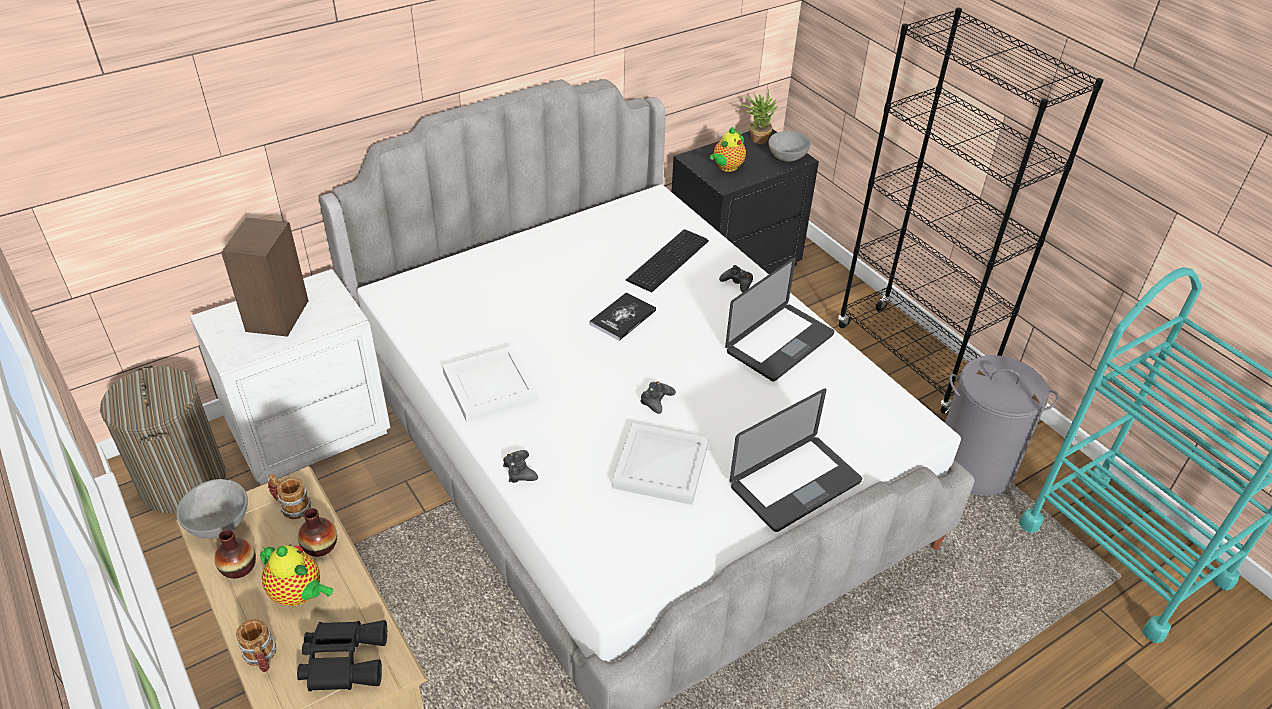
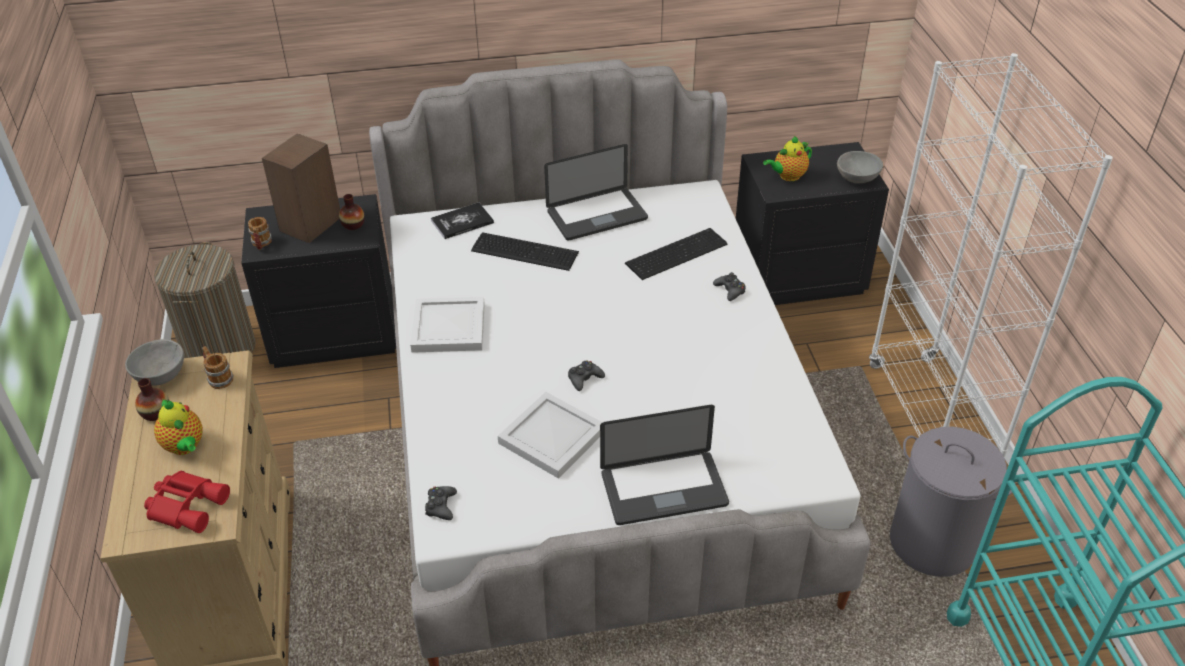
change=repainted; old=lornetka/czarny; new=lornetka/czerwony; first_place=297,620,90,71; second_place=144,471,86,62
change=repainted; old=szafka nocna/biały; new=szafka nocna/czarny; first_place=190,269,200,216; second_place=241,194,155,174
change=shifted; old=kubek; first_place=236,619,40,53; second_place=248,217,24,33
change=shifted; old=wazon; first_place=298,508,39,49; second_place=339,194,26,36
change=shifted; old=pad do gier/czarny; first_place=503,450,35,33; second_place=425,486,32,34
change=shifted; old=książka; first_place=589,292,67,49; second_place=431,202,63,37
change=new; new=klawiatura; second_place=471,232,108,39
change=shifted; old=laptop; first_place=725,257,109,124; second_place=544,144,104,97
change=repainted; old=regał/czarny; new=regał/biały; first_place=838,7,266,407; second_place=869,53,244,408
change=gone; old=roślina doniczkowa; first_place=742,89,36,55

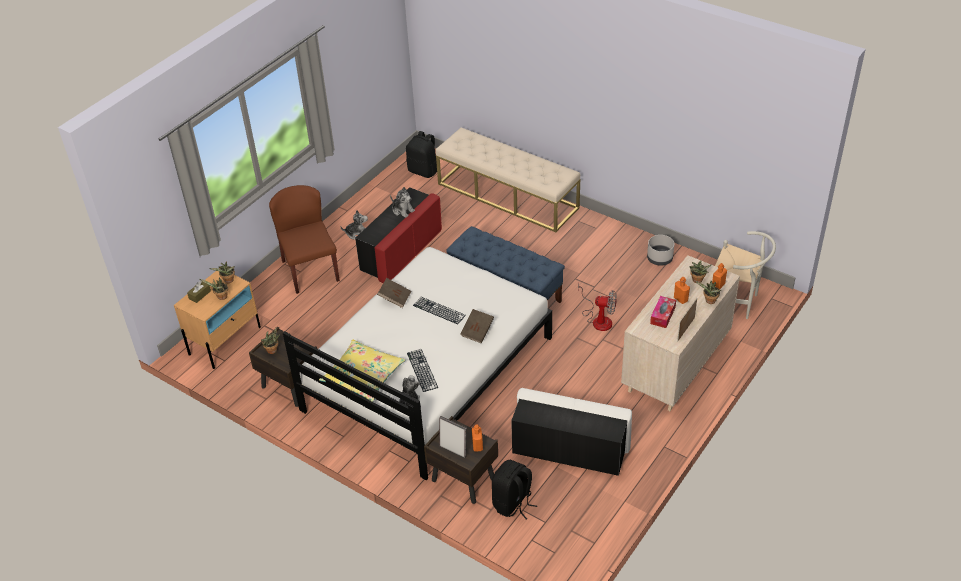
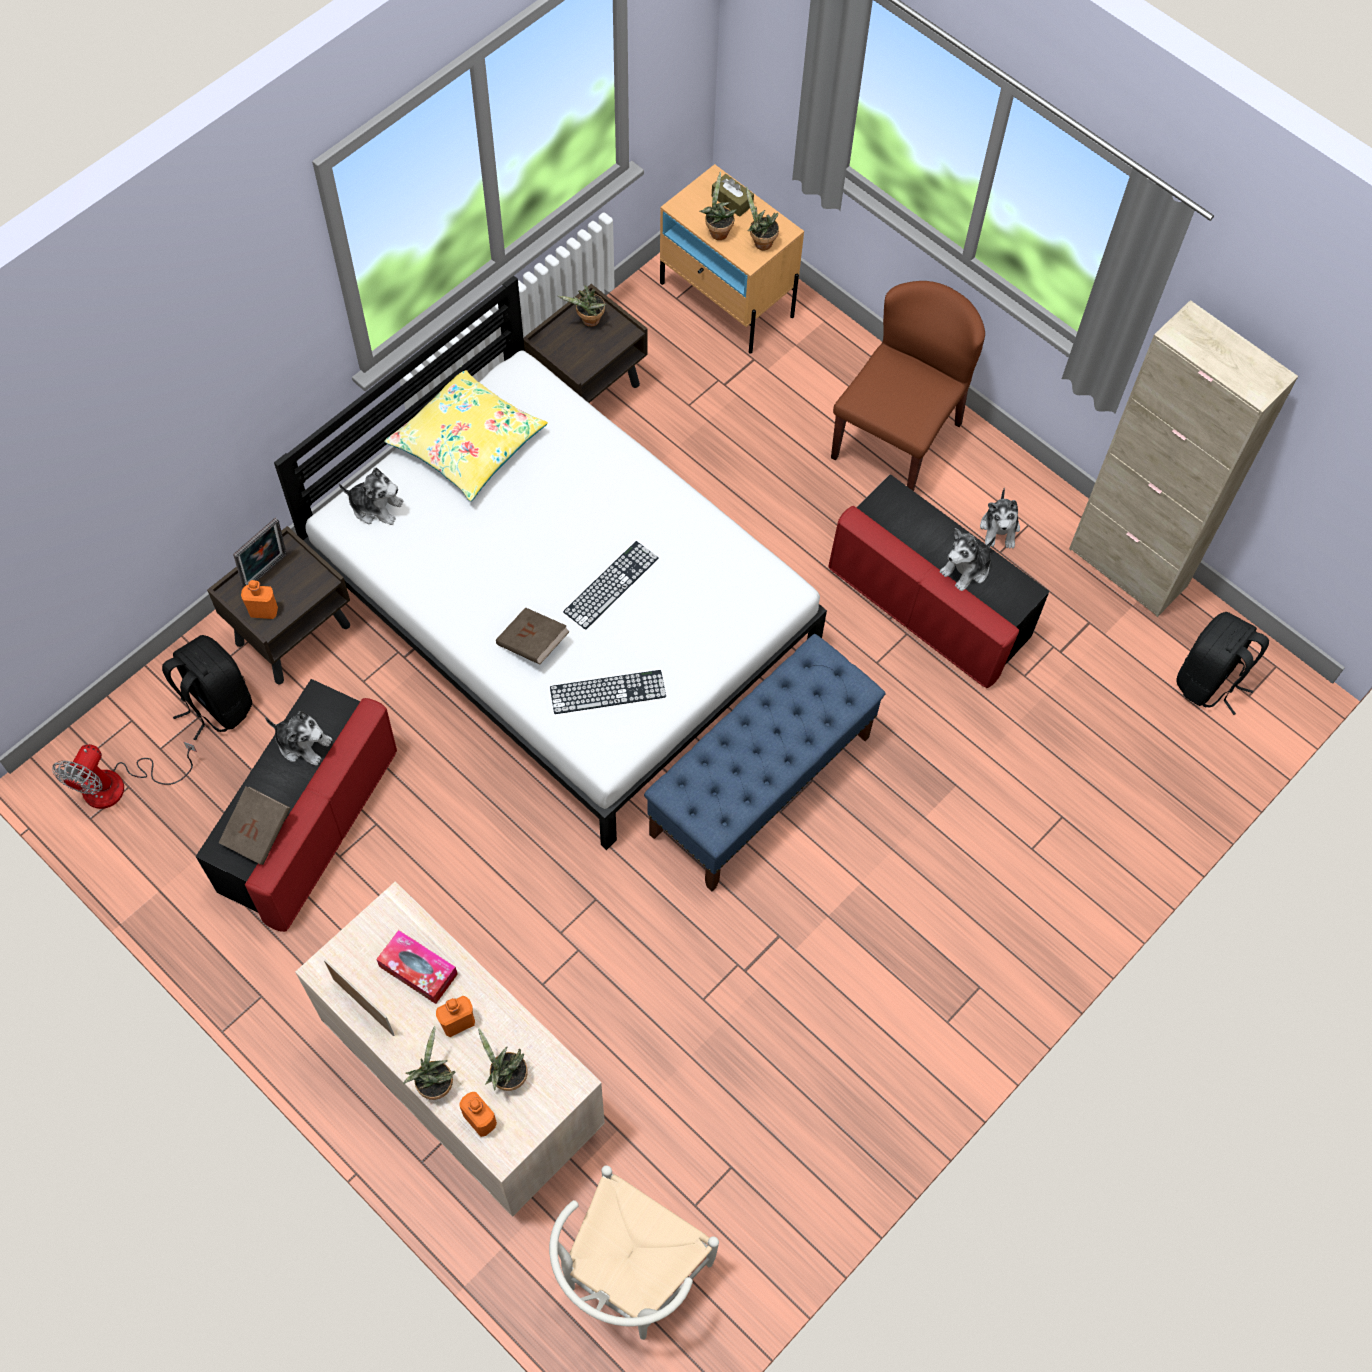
change=shifted; old=wentylator; first_place=578,284,39,47; second_place=52,741,145,68
change=repainted; old=pufa/biały; new=pufa/czerwony; first_place=511,388,121,88; second_place=196,679,201,253
change=shifted; old=książka/brązowy; first_place=377,278,34,30; second_place=218,786,73,79
change=new; new=pluszak; second_place=265,711,68,55
change=shifted; old=klawiatura; first_place=407,349,31,43; second_place=550,670,116,44
change=rotated; old=krzesło/brązowy; first_place=269,185,71,109; second_place=831,281,154,210; degrees=-45
change=new; new=szafka/beżowy; second_place=1069,300,229,317
change=gone; old=ławka/beżowy; first_place=436,127,144,105
change=gone; old=donica/szary; first_place=647,235,27,31

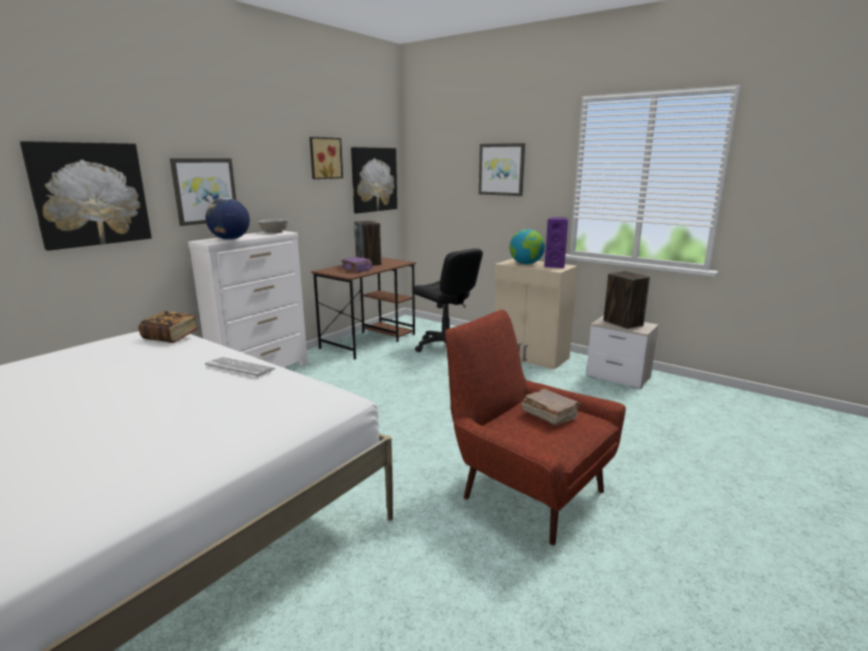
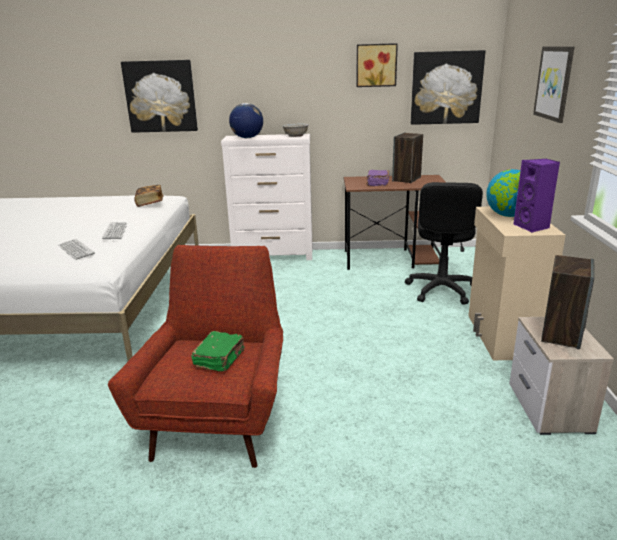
change=new; new=klawiatura; second_place=58,239,37,21
change=repainted; old=książka/brązowy; new=książka/zielony; first_place=522,389,58,37; second_place=191,331,54,41
change=gone; old=obraz; first_place=170,158,66,68

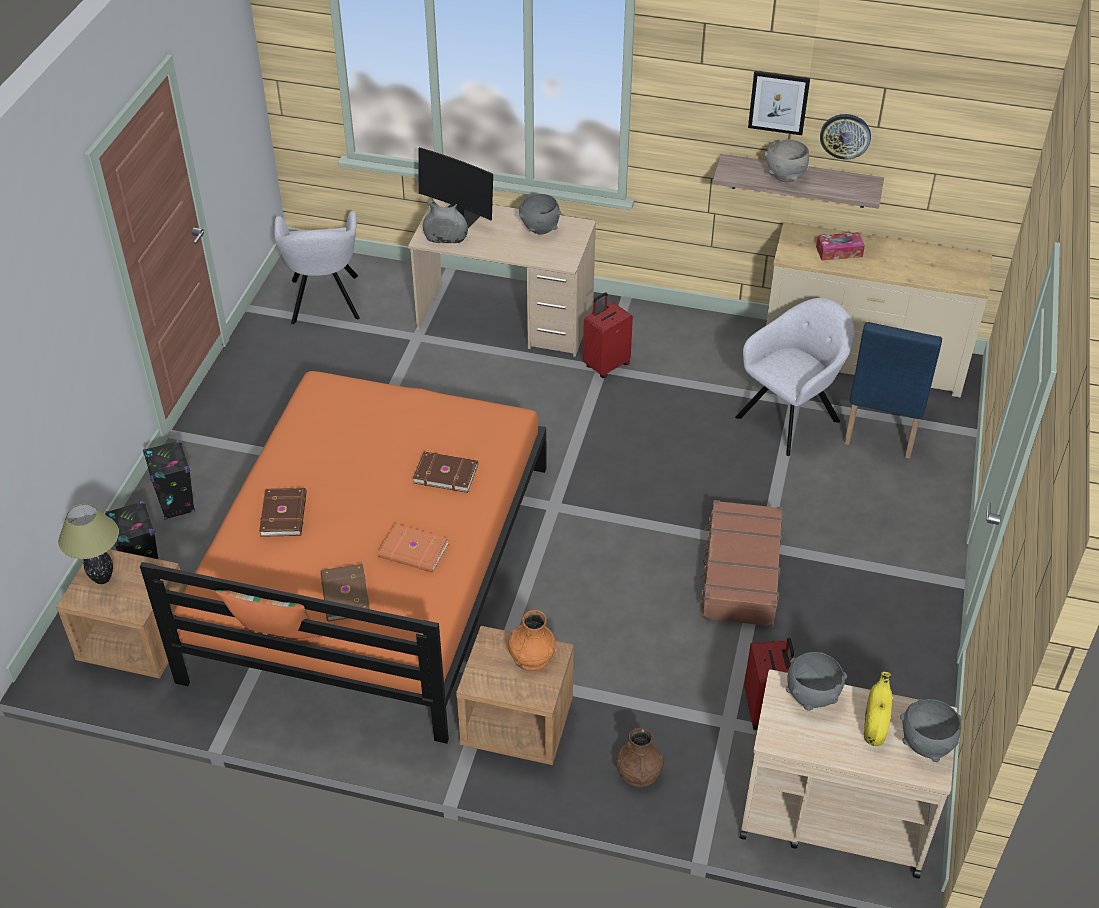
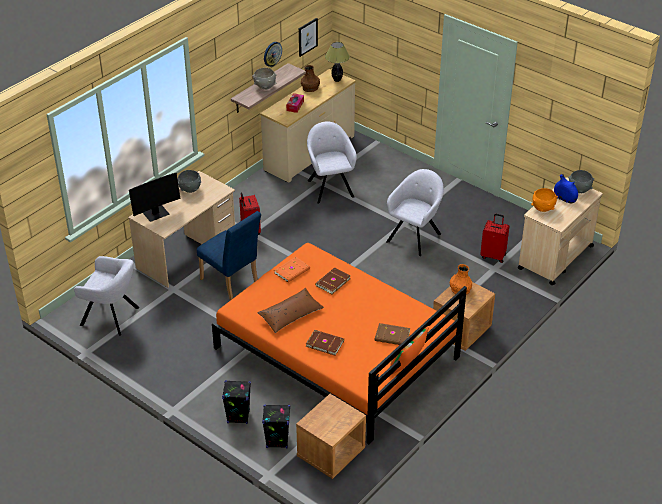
change=shifted; old=krzesło/niebieski; first_place=844,322,98,137; second_place=197,211,64,89
change=new; new=poduszka/brązowy; second_place=257,288,67,45
change=shifted; old=książka/pomarańczowy; first_place=378,524,71,49; second_place=274,257,36,26
change=shifted; old=obraz; first_place=748,71,62,64; second_place=299,18,19,39
change=shifted; old=wazon/brązowy; first_place=616,728,48,60; second_place=301,65,19,27
change=shifted; old=lampa stołowa; first_place=58,504,61,80; second_place=325,42,25,40
change=swapped; old=walizka/brązowy; new=fotel/szary; first_place=697,500,86,127; second_place=386,169,58,87
change=repainted; old=miska/szary; new=miska/pomarańczowy; first_place=786,652,61,59; second_place=531,188,27,24
change=repainted; old=wazon/żółty; new=wazon/niebieski; first_place=864,672,28,74; second_place=554,174,24,30
change=gone; old=wazon/szary; first_place=423,199,45,44

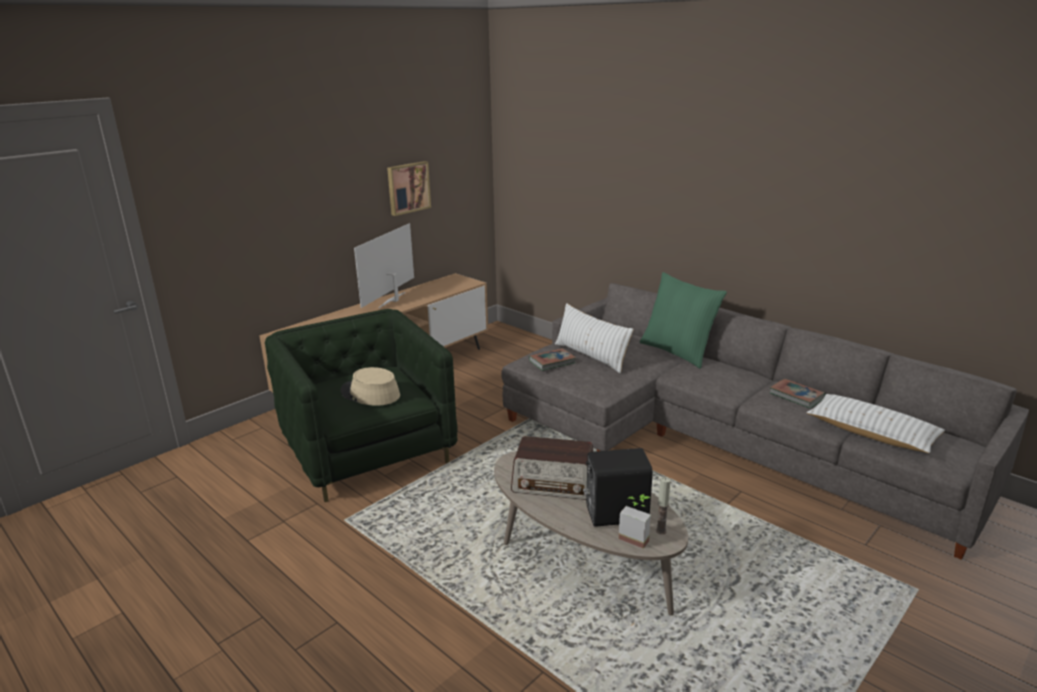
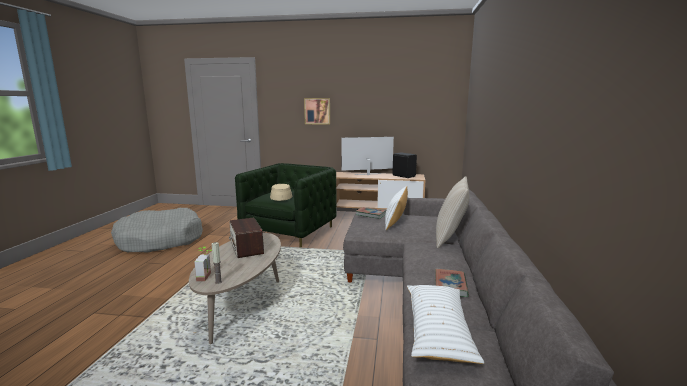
change=new; new=legowisko/szary; second_place=111,208,92,45
change=shifted; old=obraz; first_place=387,161,44,55; second_place=304,98,26,27
change=shifted; old=głośnik/czarny; first_place=583,448,70,79; second_place=392,152,25,26
change=repainted; old=poduszka/zielony; new=poduszka/beżowy; first_place=640,272,87,97; second_place=436,176,34,72

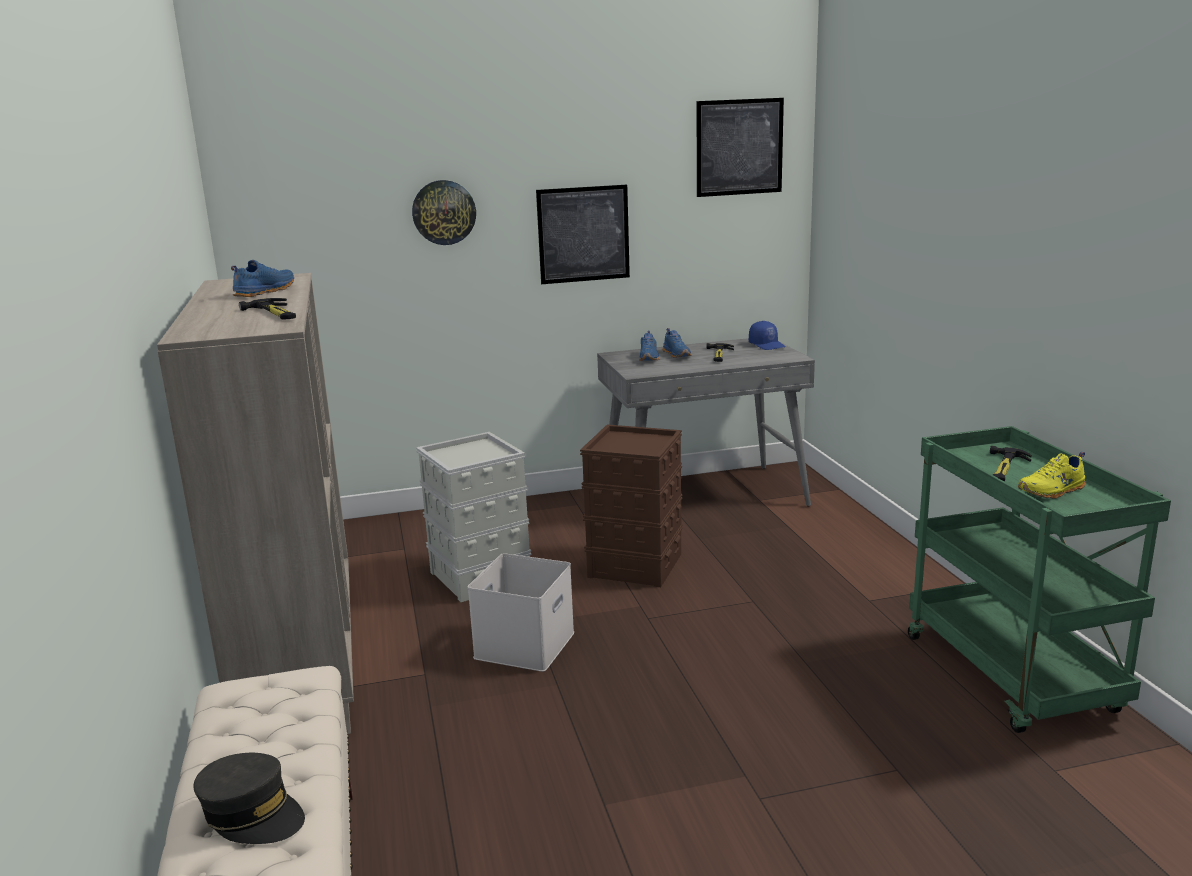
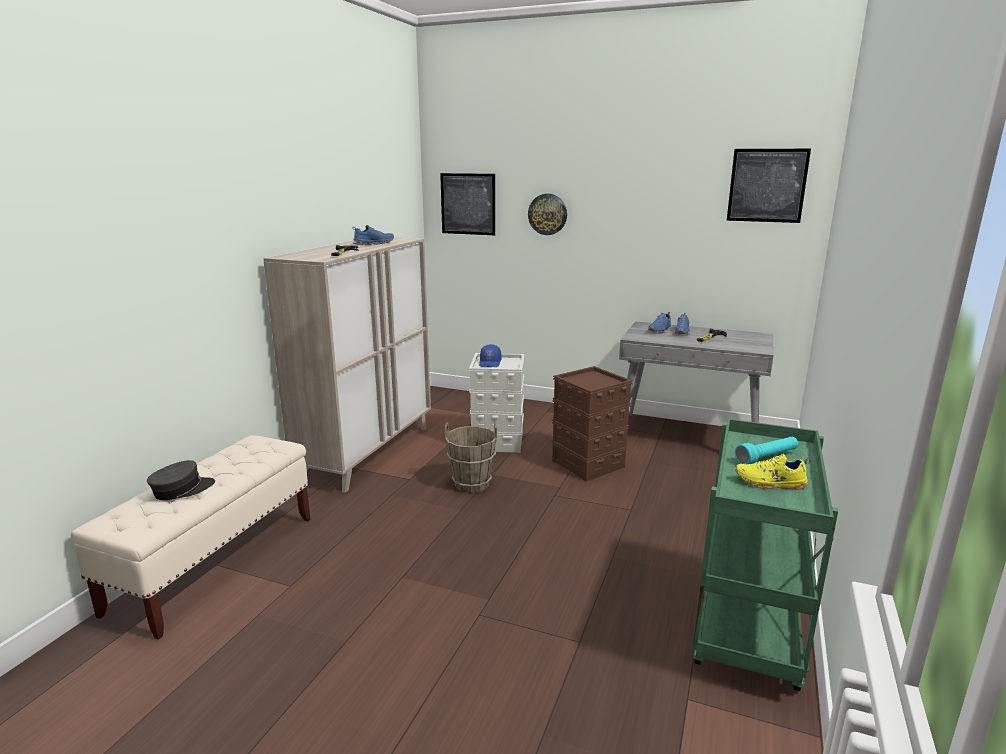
change=rotated; old=czapka z daszkiem/szary; first_place=194,753,111,91; second_place=147,460,68,40; degrees=-105
change=shifted; old=obraz; first_place=536,185,94,99; second_place=440,173,55,62
change=swapped; old=pojemnik do przechowywania/biały; new=wiadro/brązowy; first_place=467,553,107,119; second_place=445,422,52,71
change=shifted; old=czapka z daszkiem/niebieski; first_place=749,321,37,29; second_place=479,344,23,23
change=swapped; old=młotek; new=latarka/turkusowy; first_place=990,446,42,35; second_place=735,437,63,27

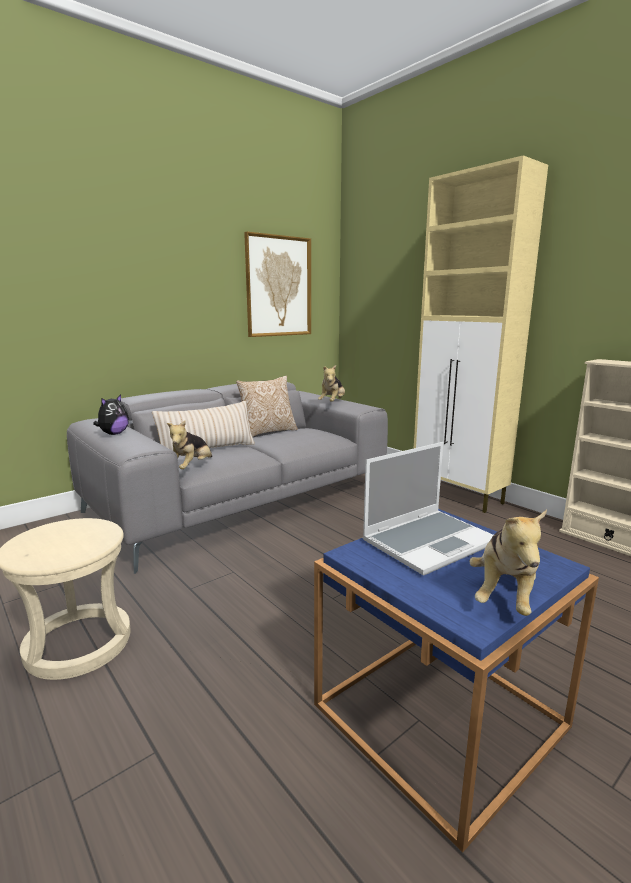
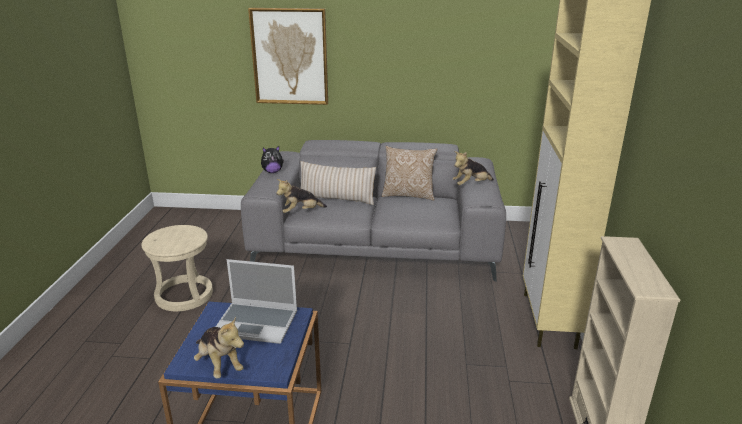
change=rotated; old=pluszak; first_place=470,510,77,106; second_place=194,316,50,62; degrees=-105
change=shifted; old=obraz; first_place=244,232,67,105; second_place=248,8,80,97

